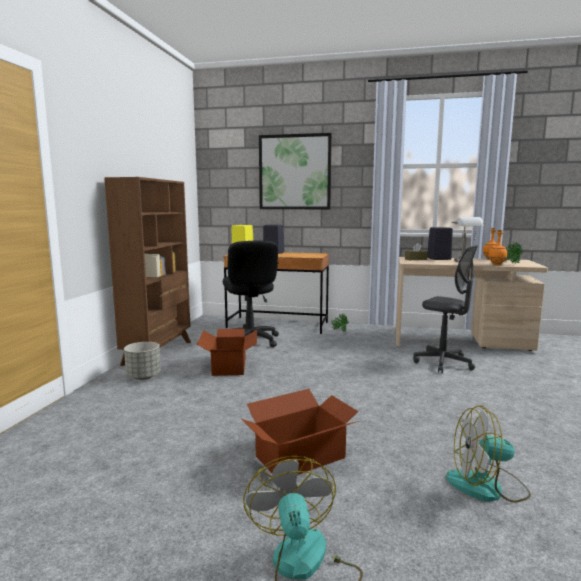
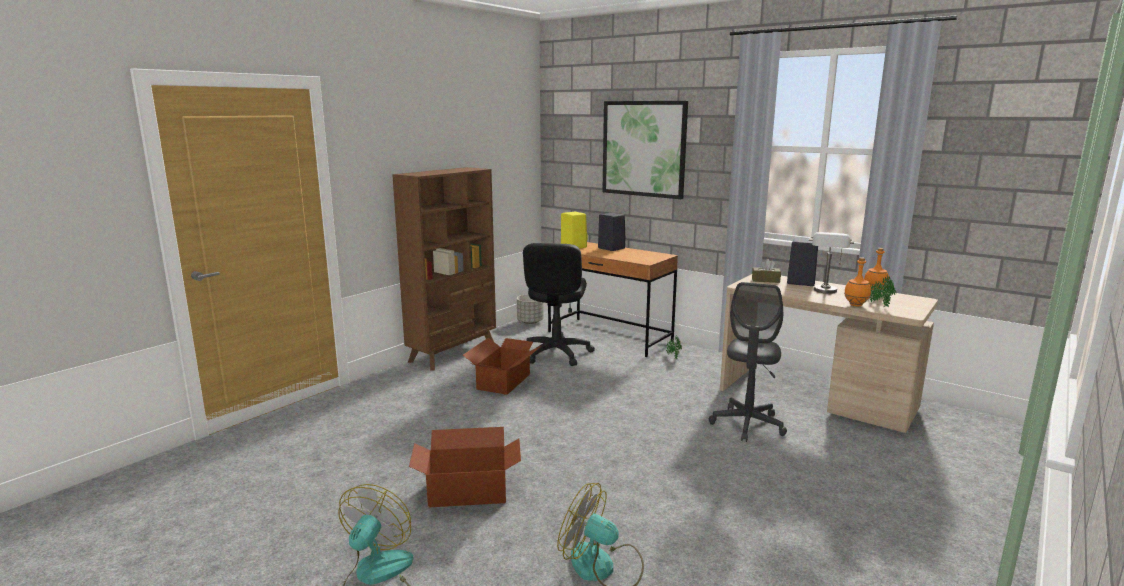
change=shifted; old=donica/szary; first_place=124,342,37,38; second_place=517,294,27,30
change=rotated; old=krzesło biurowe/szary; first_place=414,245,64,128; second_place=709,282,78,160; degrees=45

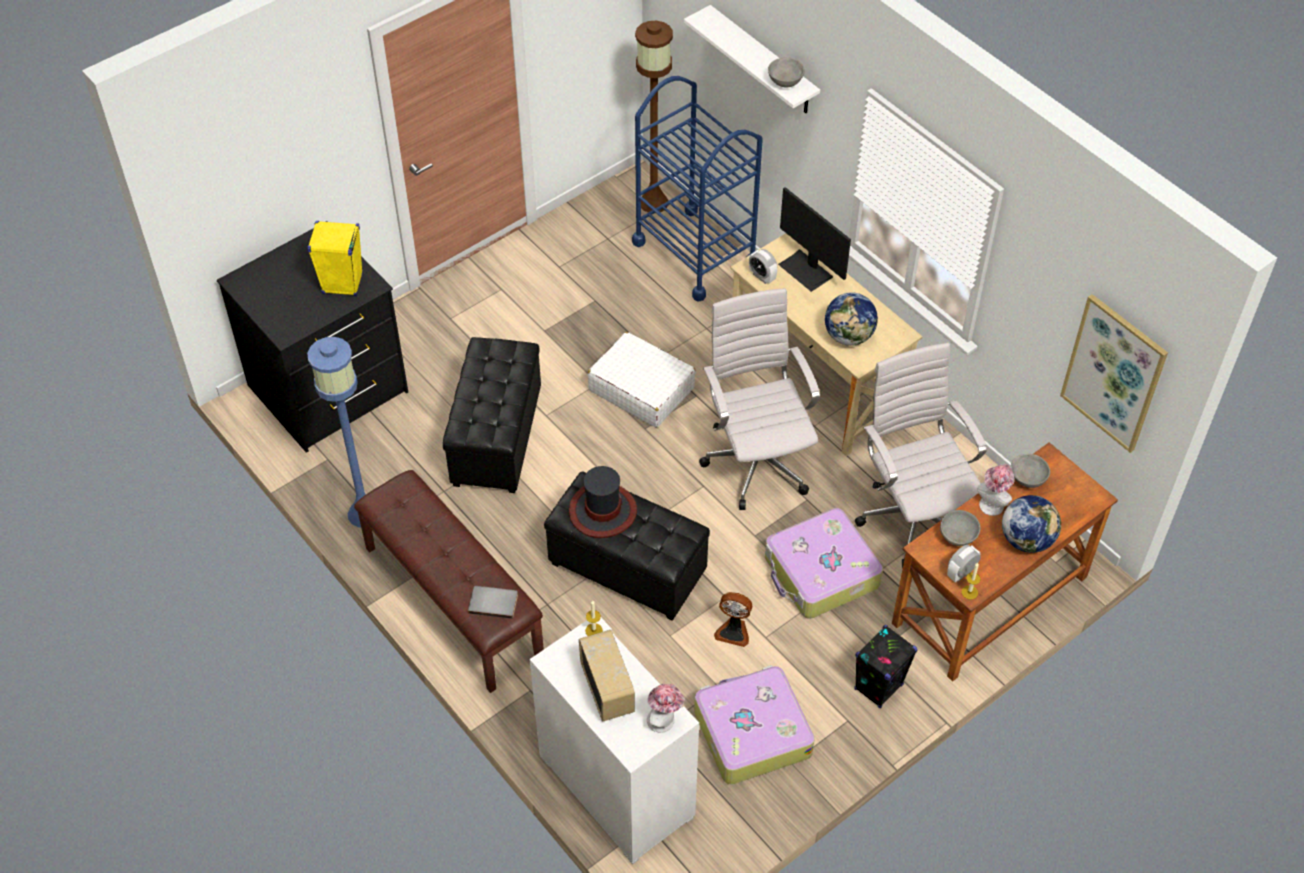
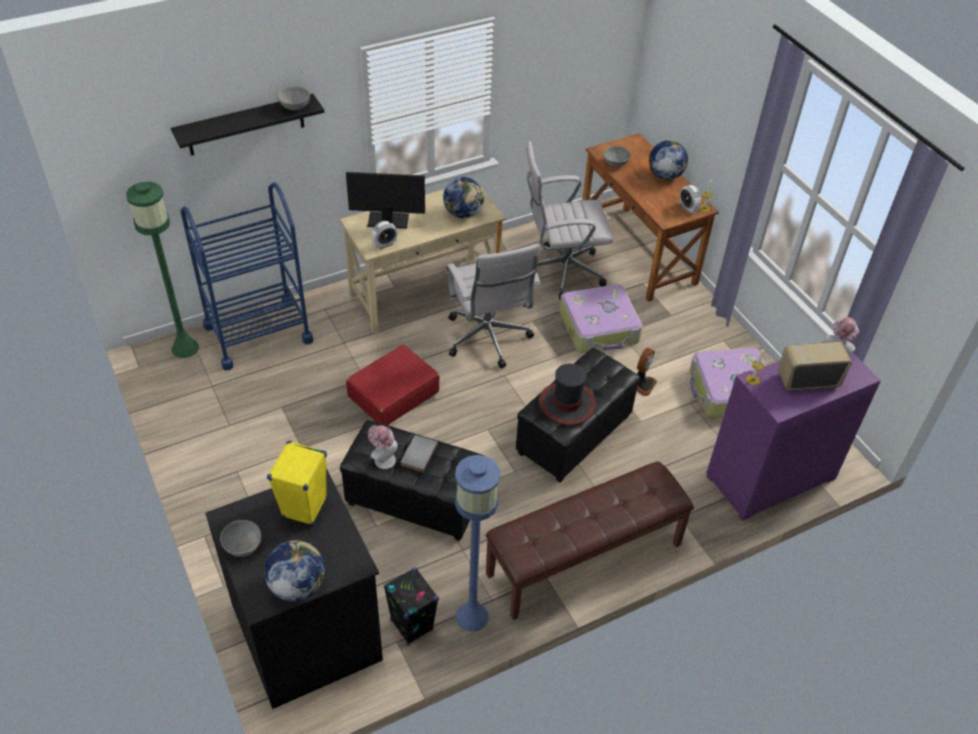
change=repainted; old=lampa stojąca/brązowy; new=lampa stojąca/zielony; first_place=635,21,38,191; second_place=126,182,73,176
change=repainted; old=półka/biały; new=półka/czarny; first_place=684,5,136,108; second_place=171,94,153,62
change=shifted; old=miska/szary; first_place=940,510,40,36; second_place=220,520,41,37
change=new; new=globus; second_place=264,540,61,62
change=rotated; old=monitor; first_place=778,187,73,105; second_place=346,172,79,57; degrees=-150
change=repainted; old=walizka/biały; new=walizka/czerwony; first_place=588,332,108,96; second_place=346,344,94,81
change=shifted; old=kapelusz; first_place=977,464,38,52; second_place=368,425,30,44
change=shifted; old=głośnik/czarny; first_place=854,625,64,83; second_place=384,567,55,78
change=shifted; old=książka/szary; first_place=468,586,50,33; second_place=401,435,37,38
change=rotated; old=krzesło biurowe/biały; first_place=699,288,121,222; second_place=446,244,95,124; degrees=-105
change=repainted; old=szafka/biały; new=szafka/fioletowy; first_place=530,618,169,247; second_place=706,341,175,180
change=gone; old=obraz; first_place=1060,294,108,159

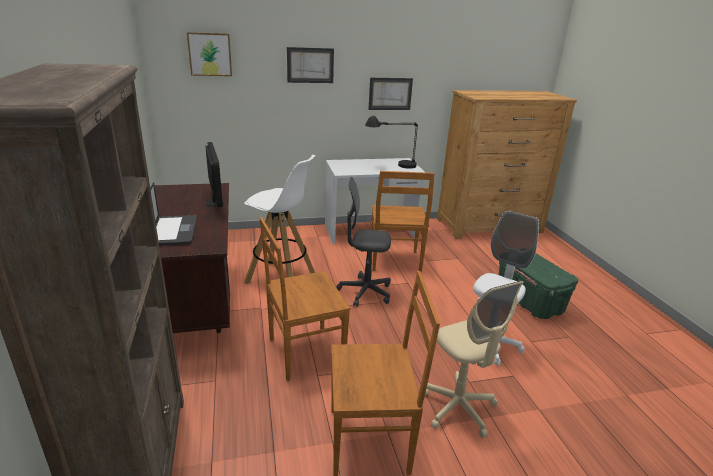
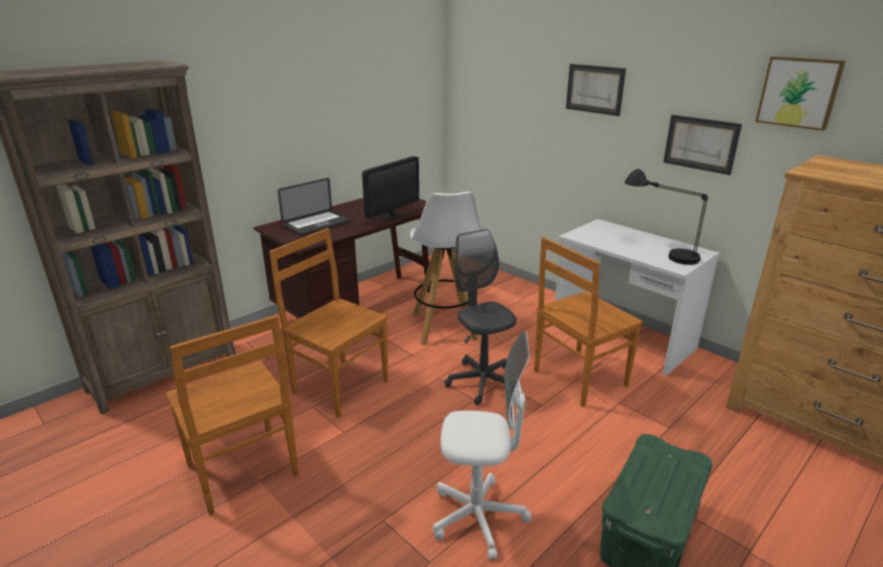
change=shifted; old=obraz; first_place=187,32,45,44; second_place=755,56,91,75
change=gone; old=krzesło biurowe/beżowy; first_place=425,281,99,157

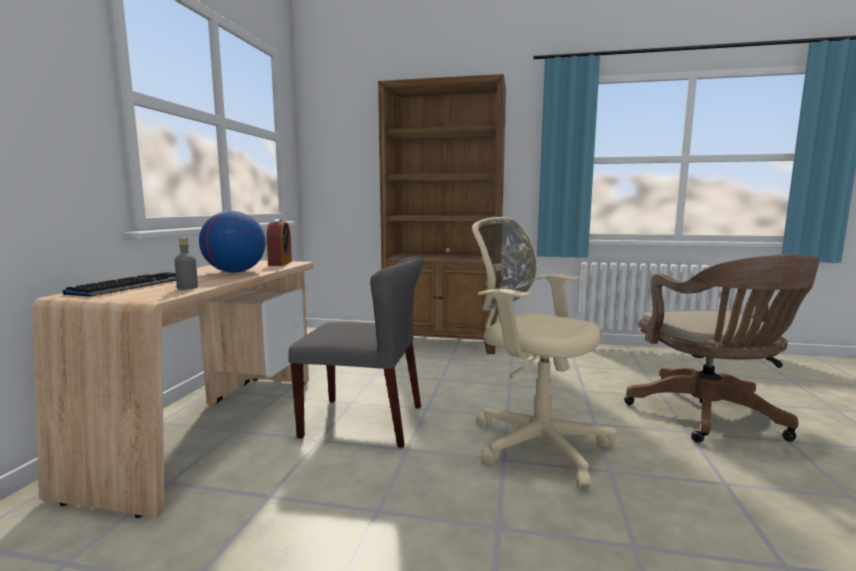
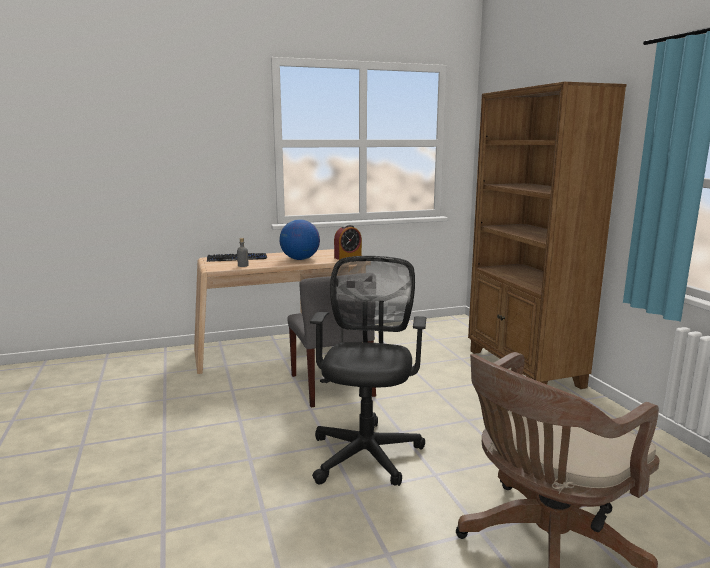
change=repainted; old=krzesło biurowe/beżowy; new=krzesło biurowe/czarny; first_place=472,217,144,272; second_place=310,256,117,230

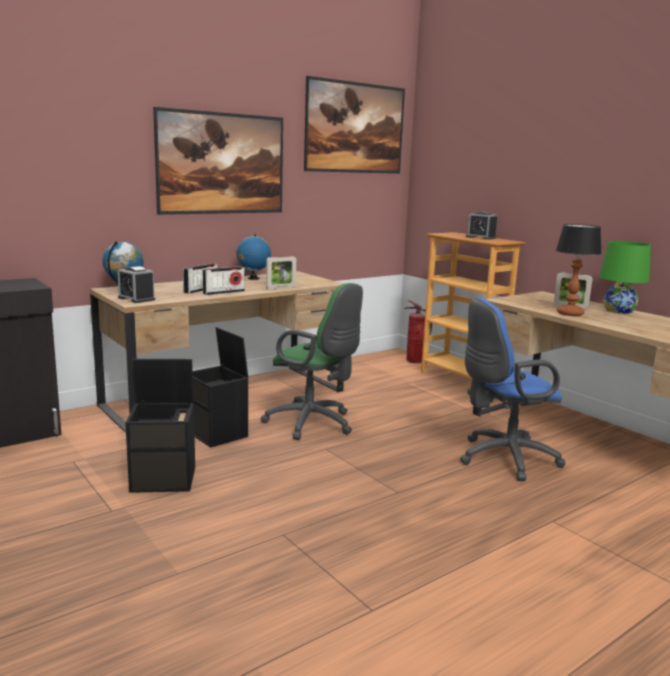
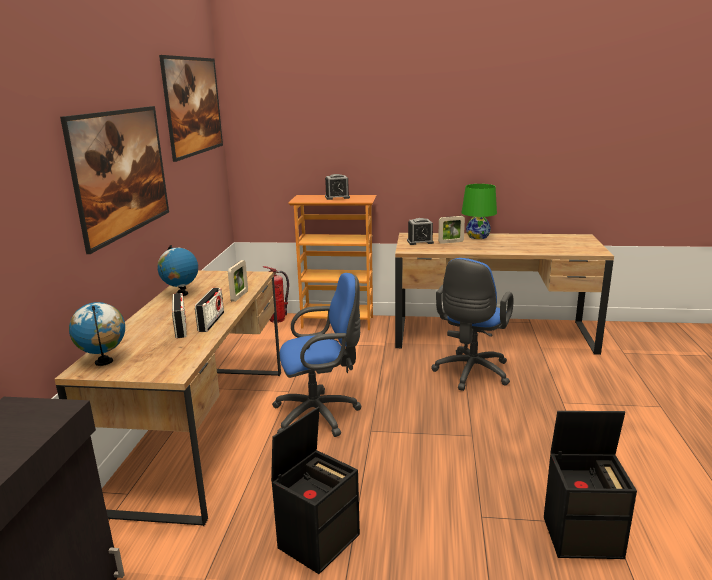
change=repainted; old=krzesło biurowe/zielony; new=krzesło biurowe/niebieski; first_place=261,283,102,157; second_place=272,273,90,164
change=shifted; old=budzik; first_place=117,266,38,37; second_place=407,218,27,27
change=shifted; old=pojemnik do przechowywania/czarny; first_place=193,327,55,121; second_place=544,411,93,148
change=gone; old=lampa stołowa; first_place=556,224,46,92

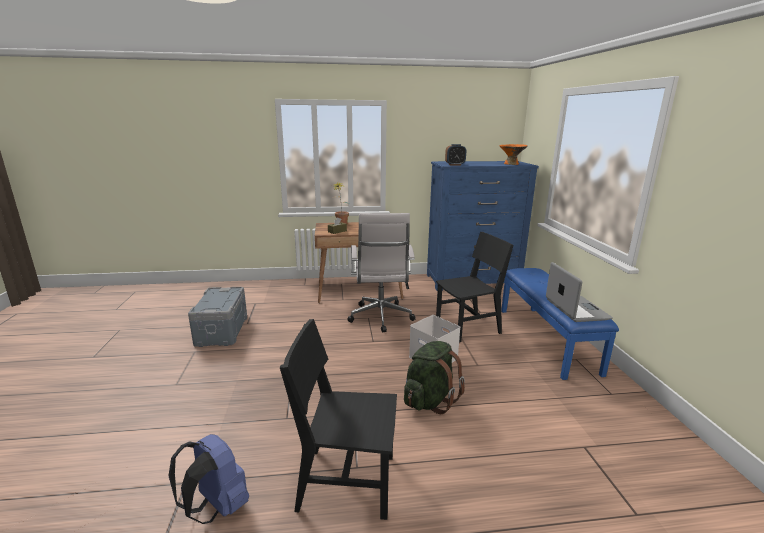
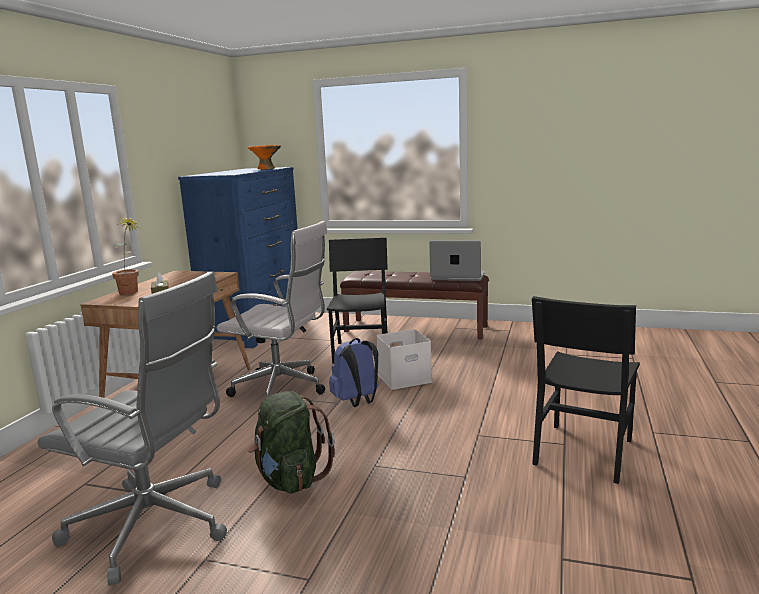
change=swapped; old=pojemnik do przechowywania/szary; new=krzesło biurowe/szary; first_place=188,287,59,60; second_place=37,272,190,313
change=shifted; old=plecak/zielony; first_place=404,341,61,73; second_place=248,391,87,103
change=shifted; old=plecak/niebieski; first_place=168,434,81,90; second_place=329,338,50,69
change=repainted; old=ławka/niebieski; new=ławka/brązowy; first_place=501,268,118,112; second_place=340,271,149,69
change=gone; old=budzik; first_place=445,144,21,21

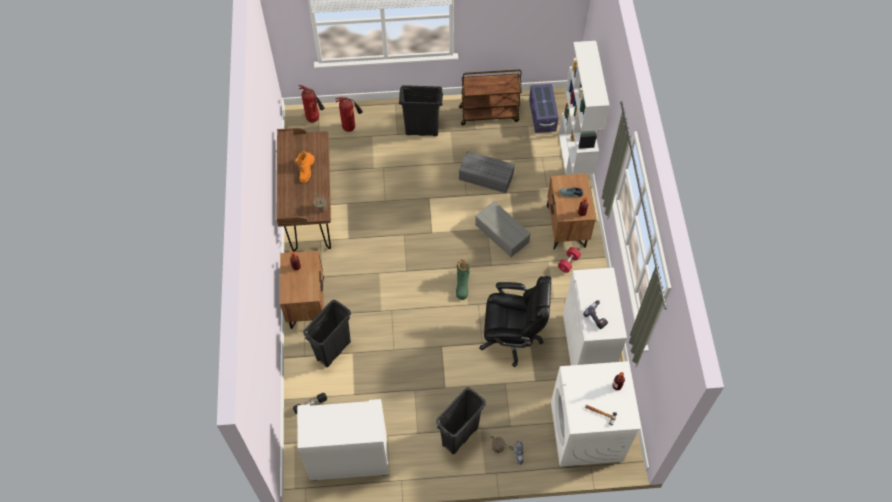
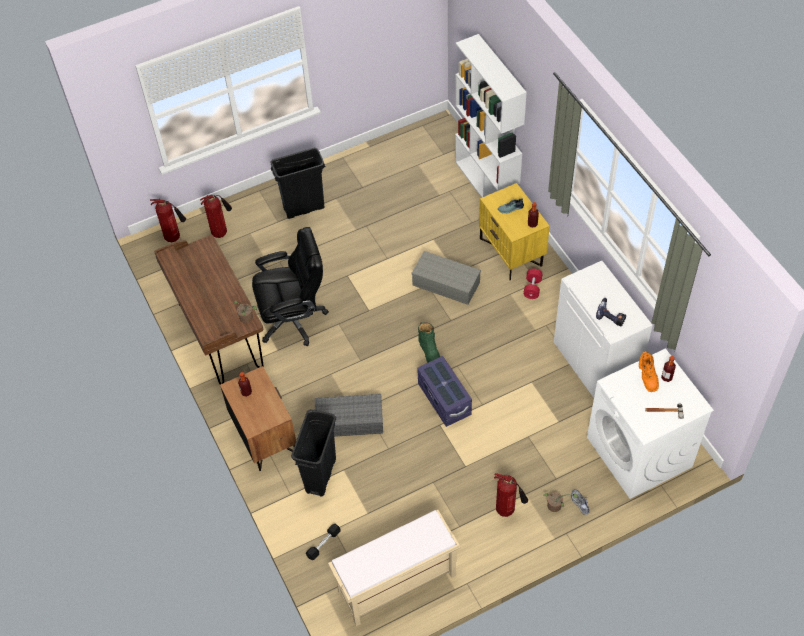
change=shifted; old=krzesło biurowe/czarny; first_place=479,276,72,91; second_place=252,227,77,119
change=shifted; old=pojemnik do przechowywania/szary; first_place=459,151,56,42; second_place=315,394,68,43
change=swapped; old=szafka/biały; new=ławka/beżowy; first_place=297,399,92,82; second_place=328,510,132,116
change=shifted; old=pojemnik do przechowywania/fioletowy; first_place=529,84,30,49; second_place=417,356,55,71
change=repainted; old=szafka nocna/brązowy; new=szafka nocna/żółty; first_place=547,173,48,77; second_place=479,183,71,97
change=swapped; old=kosz na śmieci/czarny; new=gaśnica; first_place=436,388,50,66; second_place=494,473,34,44
change=shifted; old=but z cholewką/pomarańczowy; first_place=295,151,20,32; second_place=639,351,20,41
change=gone; old=wózek/brązowy; first_place=459,70,63,55

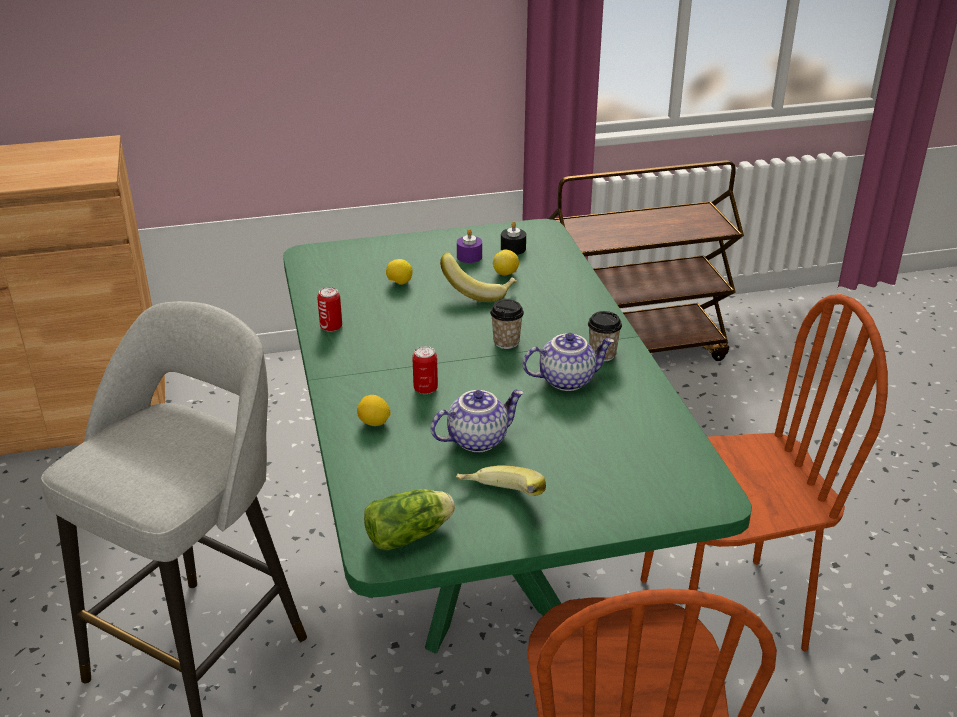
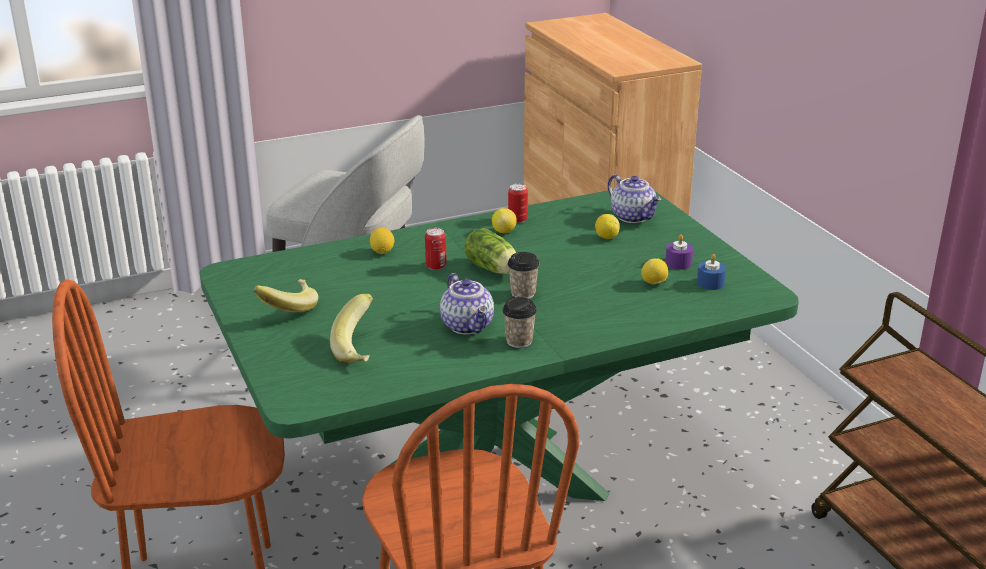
change=shifted; old=banan; first_place=440,252,77,50; second_place=330,293,43,70
change=shifted; old=sałata; first_place=364,489,91,61; second_place=465,228,51,46
change=new; new=cytryna; second_place=492,208,25,25
change=shifted; old=imbryk; first_place=431,390,93,62; second_place=608,174,54,49
change=repainted; old=świeca/czarny; new=świeca/niebieski; first_place=501,221,25,34; second_place=697,254,29,36

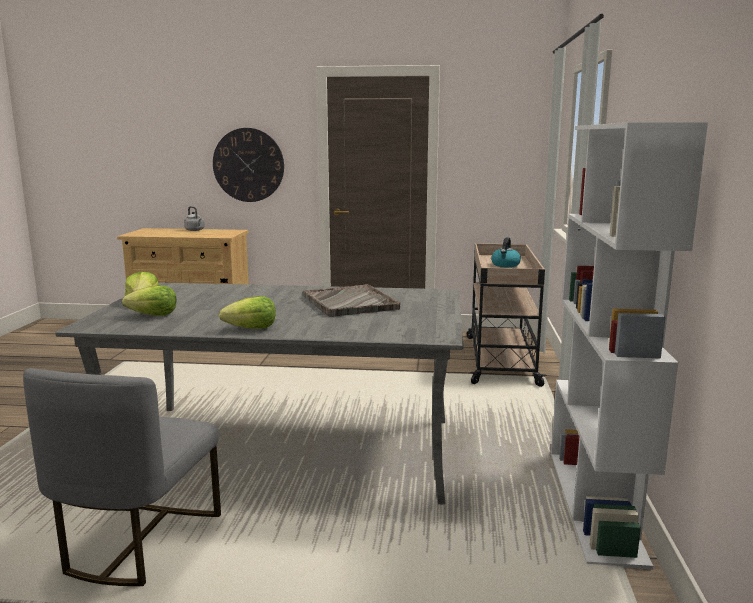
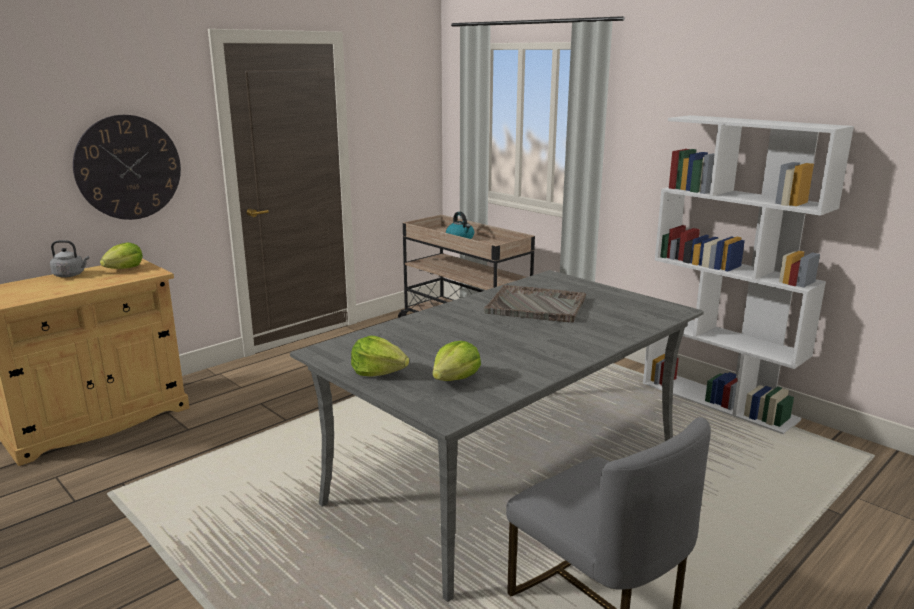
change=shifted; old=sałata; first_place=219,296,57,33; second_place=100,242,43,27

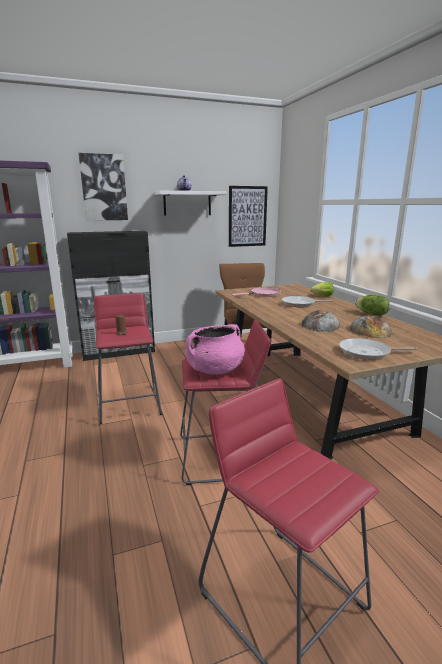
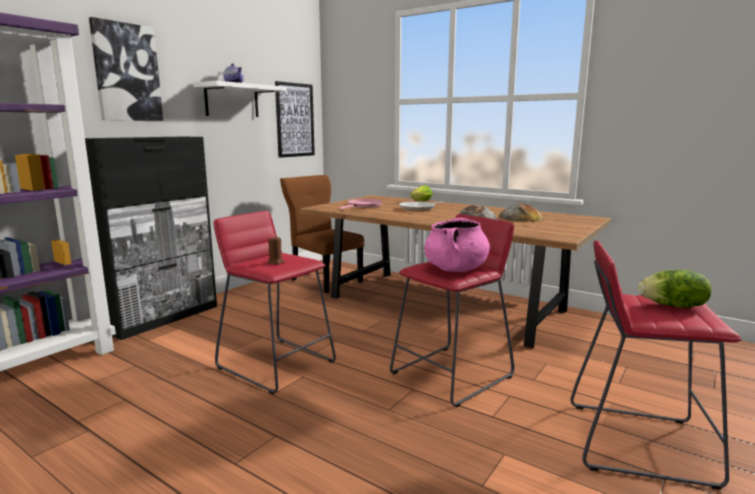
change=shifted; old=sałata; first_place=355,295,35,20; second_place=638,270,73,38
change=gone; old=patelnia; first_place=339,338,78,22

